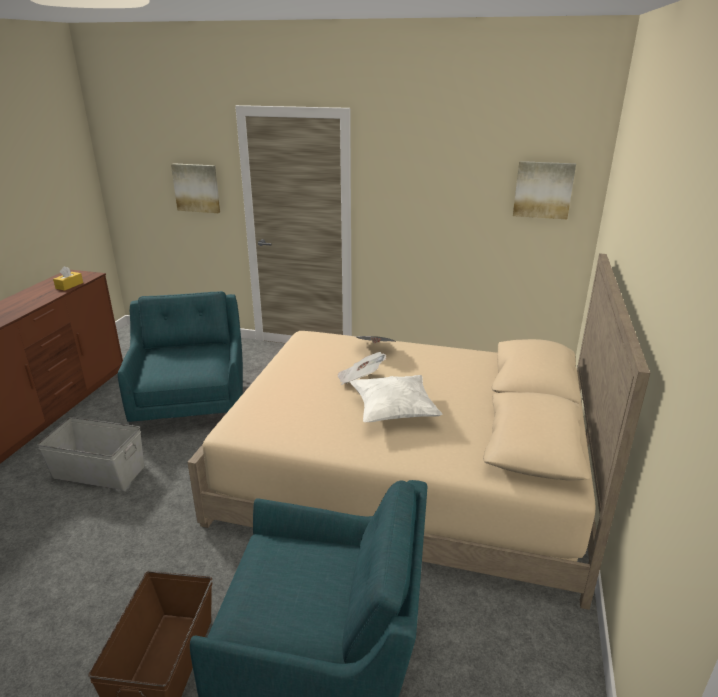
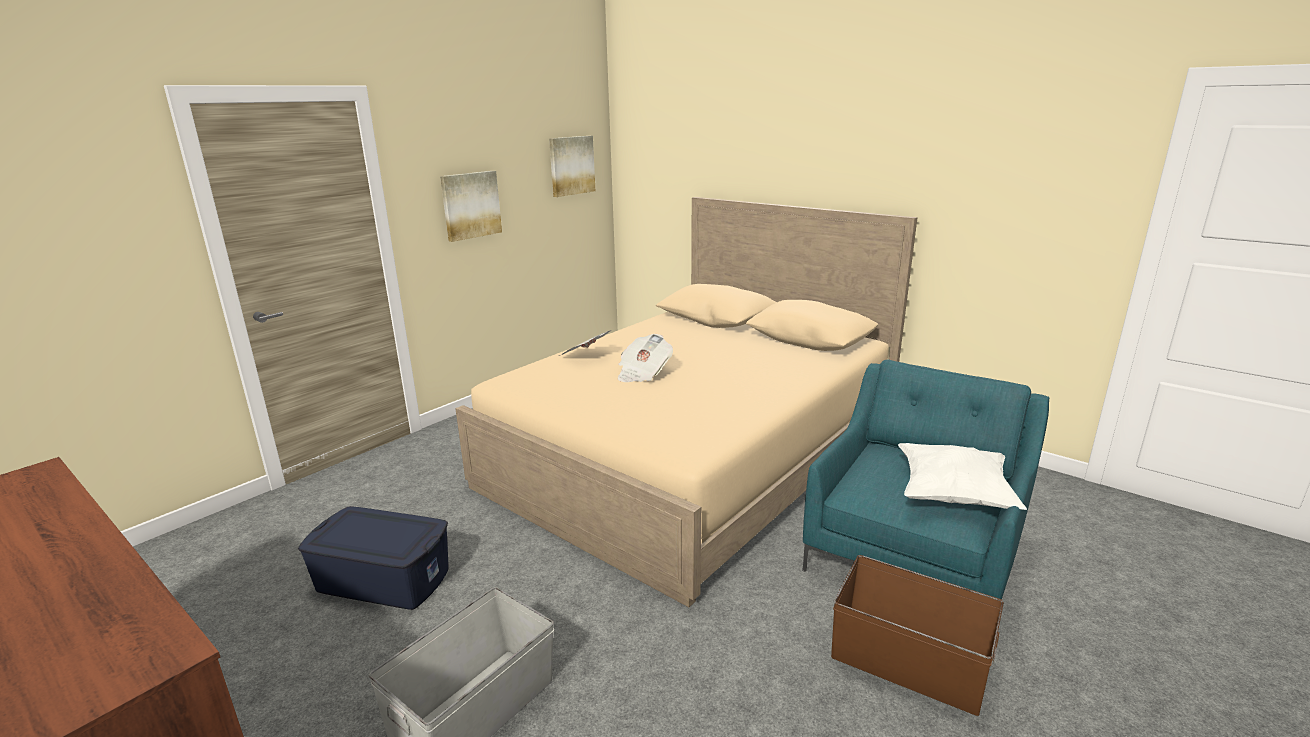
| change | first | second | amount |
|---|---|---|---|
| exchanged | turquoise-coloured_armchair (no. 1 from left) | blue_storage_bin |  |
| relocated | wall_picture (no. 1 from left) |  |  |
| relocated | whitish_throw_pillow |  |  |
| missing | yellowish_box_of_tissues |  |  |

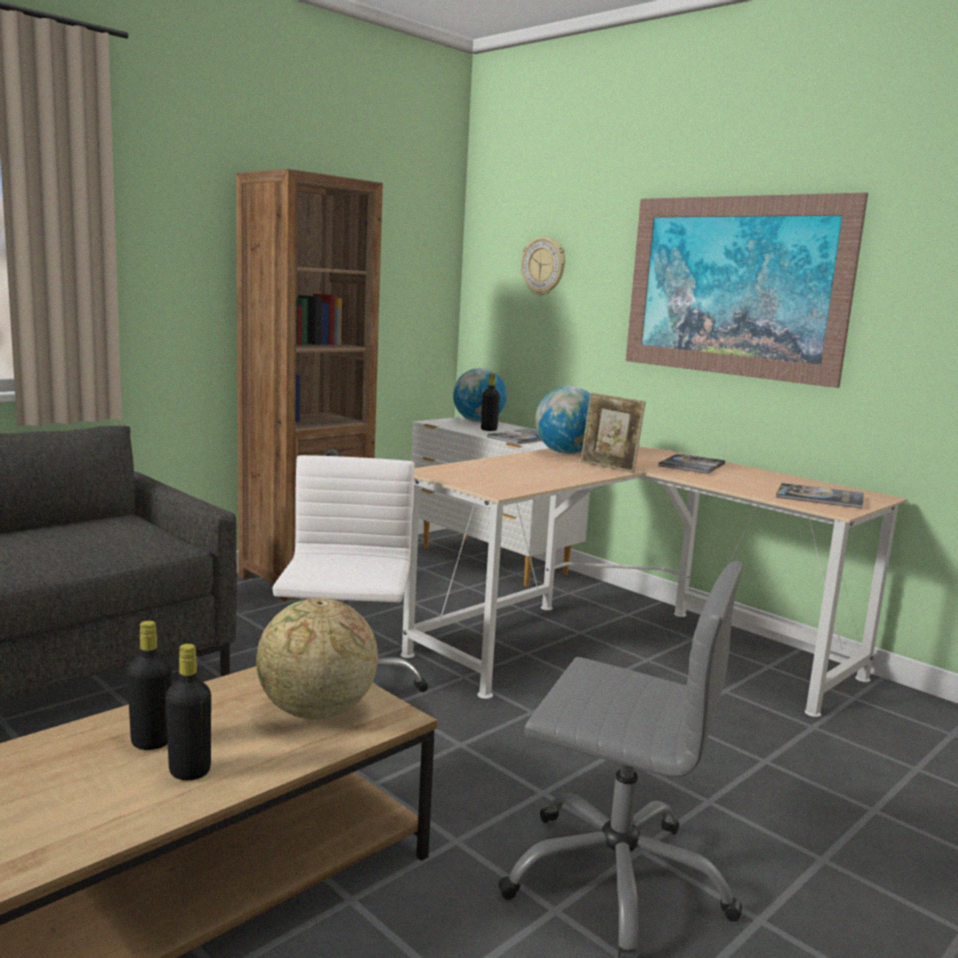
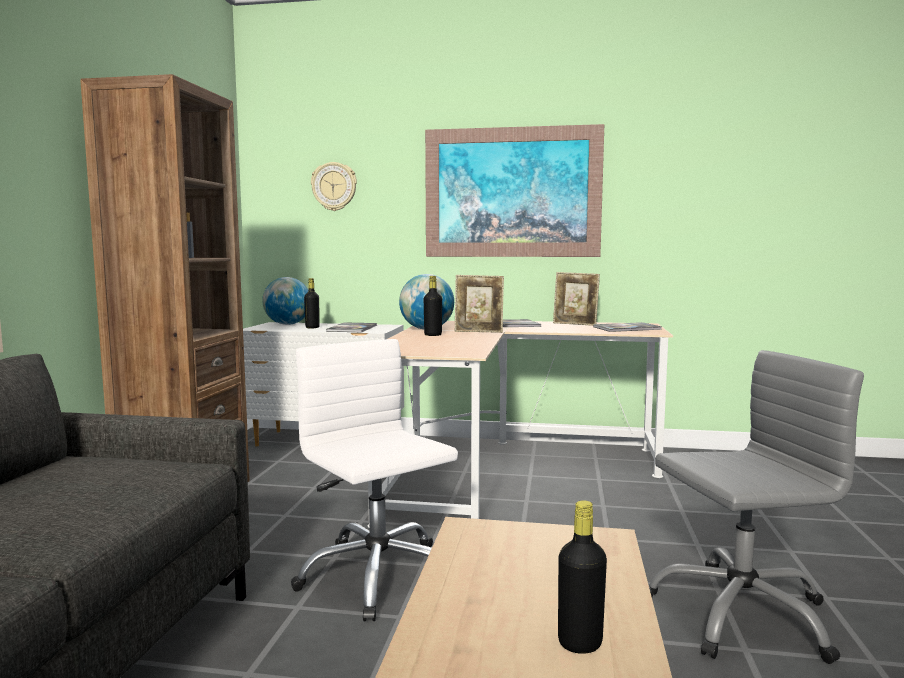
| change | first | second | amount |
|---|---|---|---|
| relocated | black-coloured_drink_bottle (no. 1 from left in the first image) | black-coloured_drink_bottle (no. 2 from left) |  |
| appeared |  | standing_frame (no. 2 from left) |  |
| missing | desk_globe (no. 1 from left) |  |  |

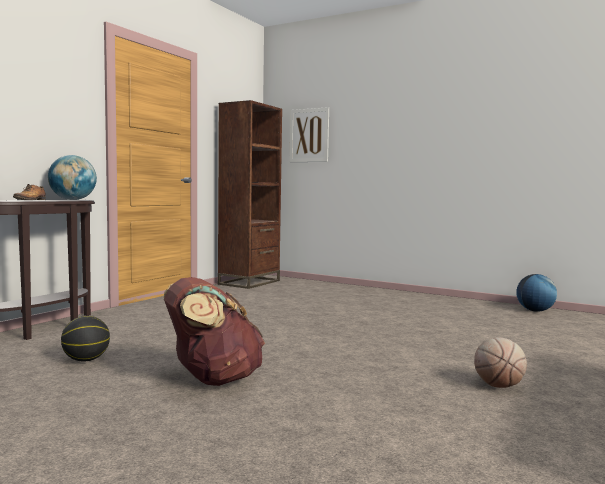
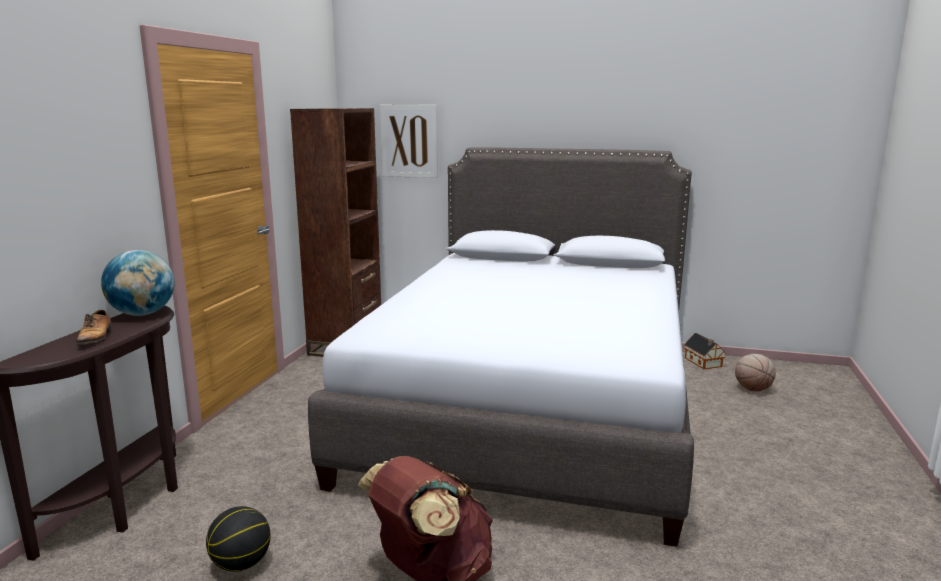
| change | first | second | amount |
|---|---|---|---|
| appeared |  | gray_bed |  |
| exchanged | desk_globe (no. 2 from left) | toy_house |  |
| relocated | ball_for_basketball (no. 2 from left) |  |  |

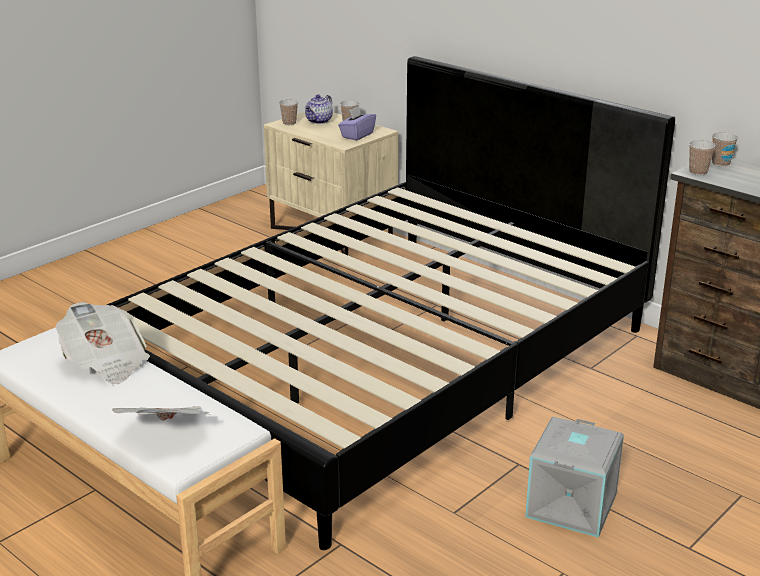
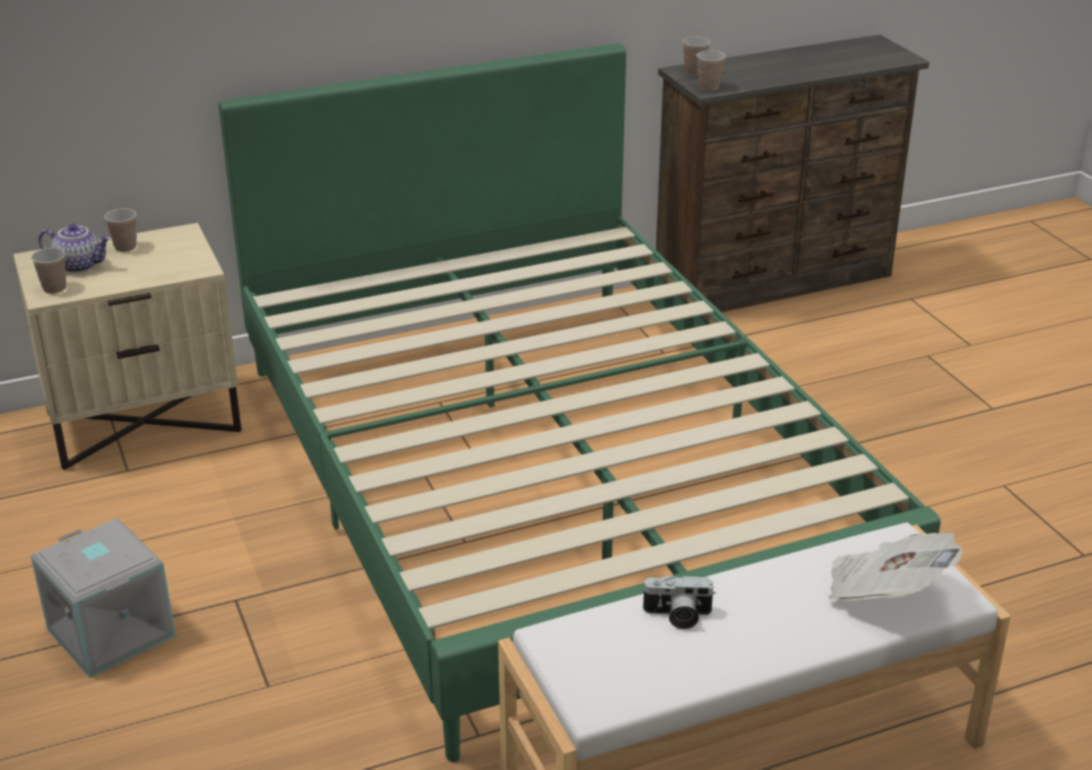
| change | first | second | amount |
|---|---|---|---|
| relocated | gray_storage_bin |  |  |
| spun | teapot |  | 45 degrees counterclockwise |
| colour | black-coloured_bed | greenish_bed |  |
| exchanged | newspaper (no. 1 from left) | photo_camera |  |
| missing | purplish_box_of_tissues |  |  |

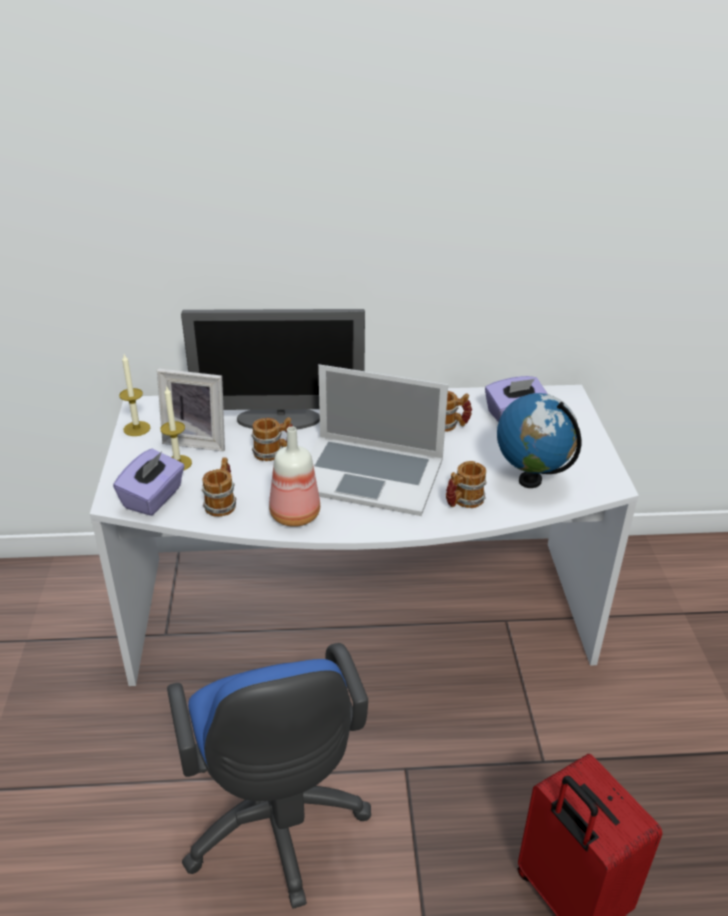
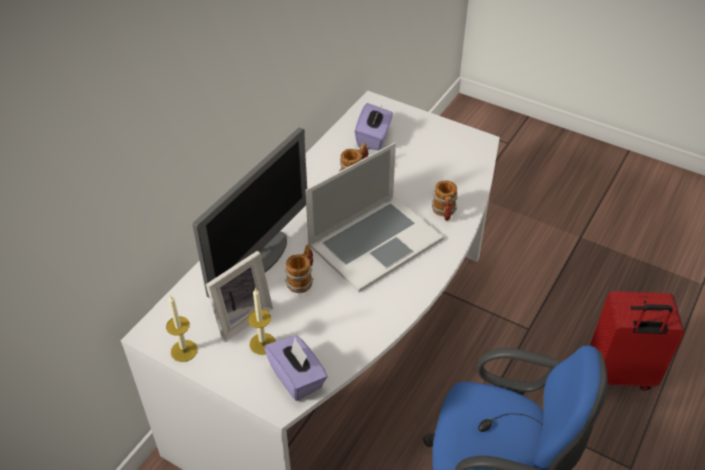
| change | first | second | amount |
|---|---|---|---|
| missing | tea_mug (no. 1 from left) |  |  |
| missing | drink_bottle |  |  |
| missing | desk_globe |  |  |

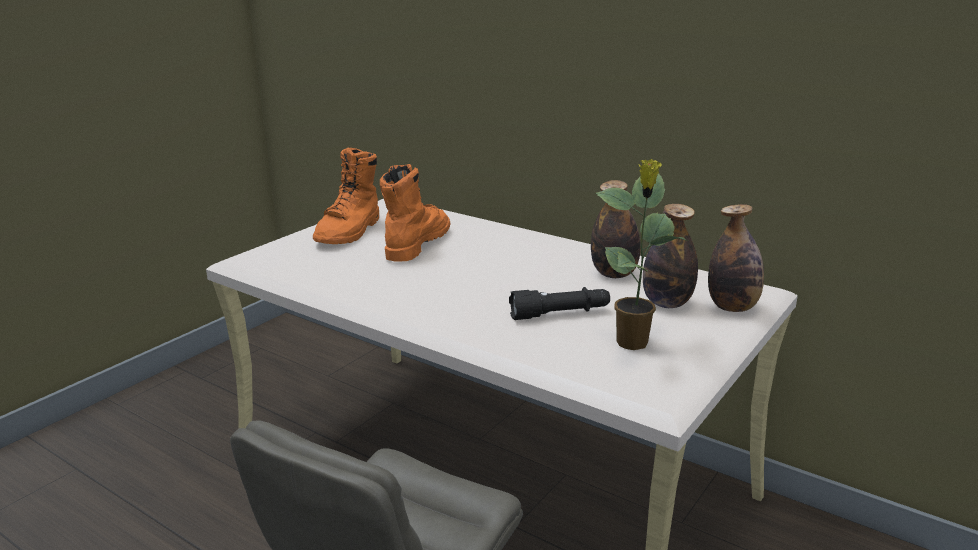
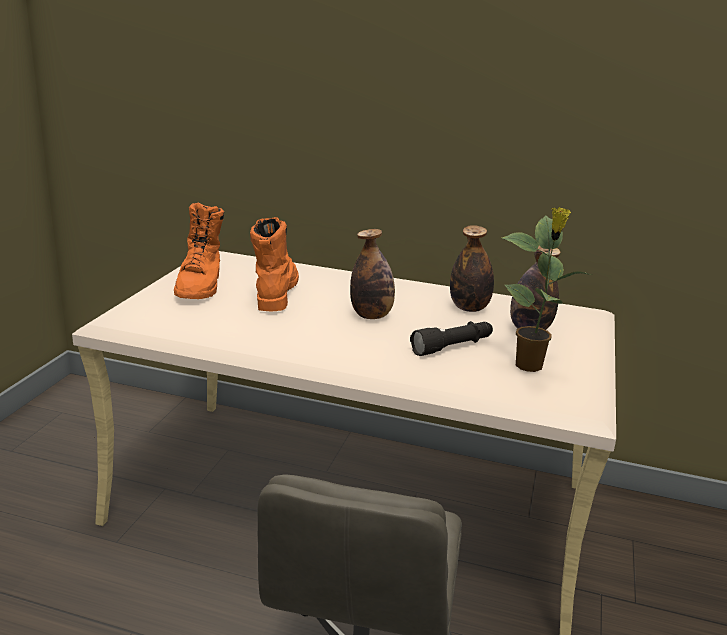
| change | first | second | amount |
|---|---|---|---|
| relocated | drink_bottle (no. 3 from left in the first image) | drink_bottle (no. 1 from left) |  |

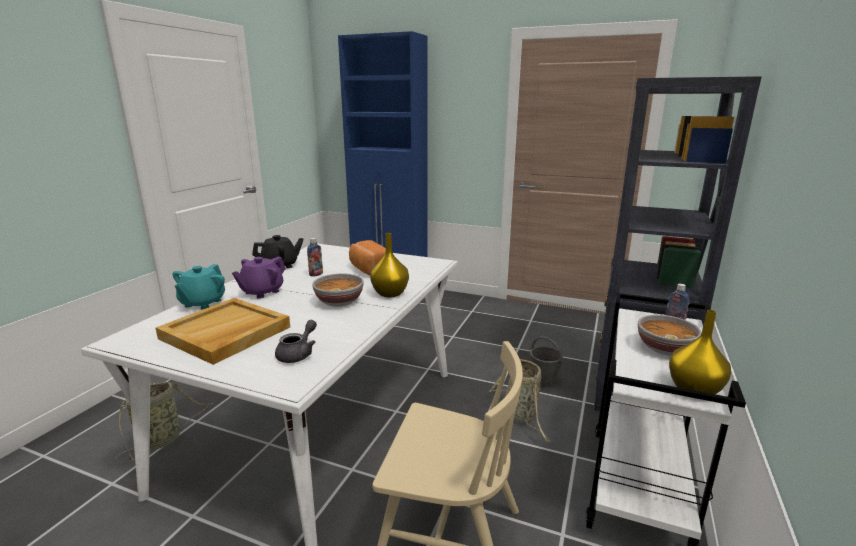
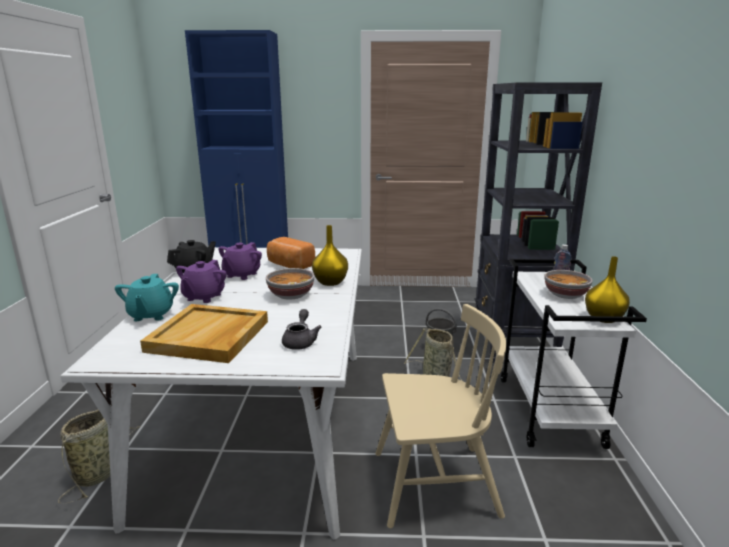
| change | first | second | amount |
|---|---|---|---|
| exchanged | drink_bottle (no. 1 from left) | purplish_teapot (no. 2 from left) |  |

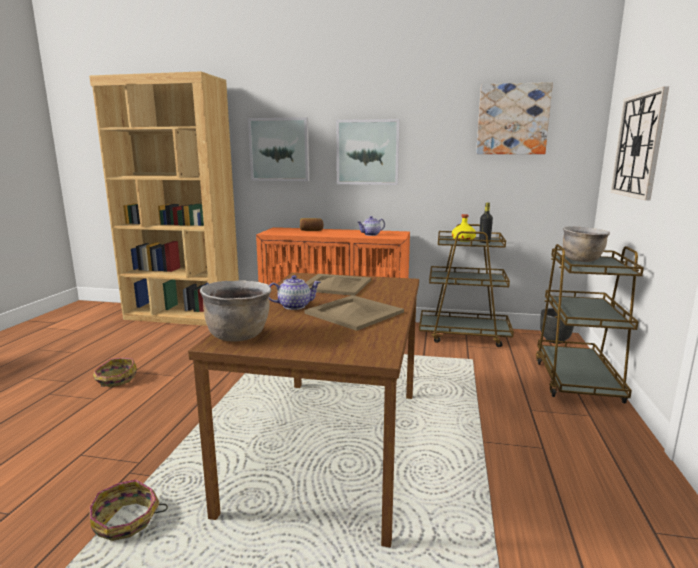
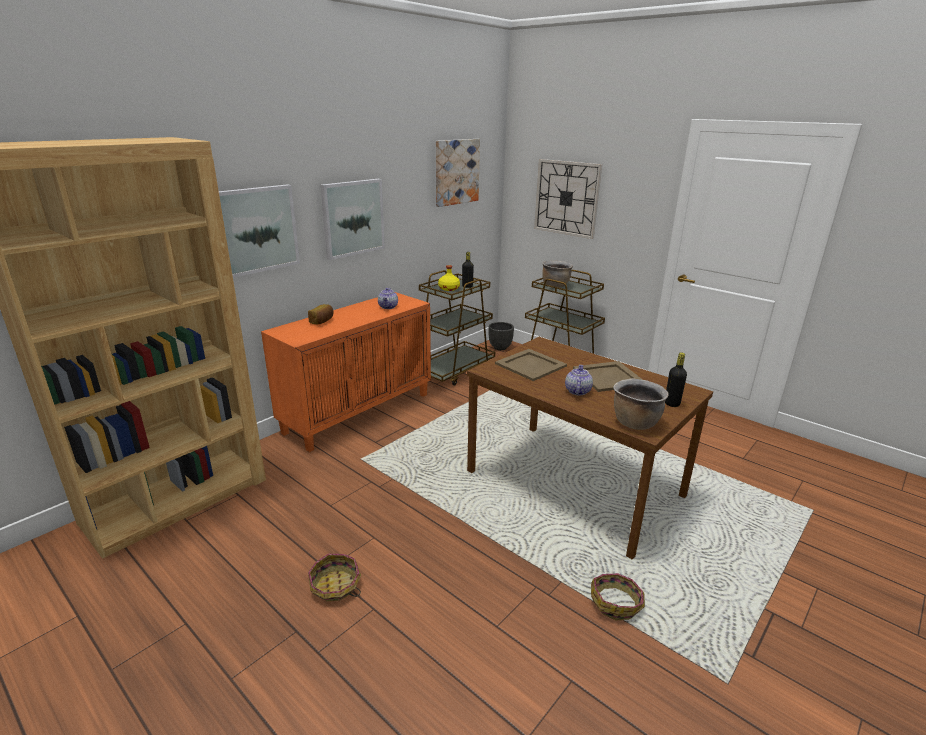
| change | first | second | amount |
|---|---|---|---|
| appeared |  | black-coloured_drink_bottle (no. 2 from left) |  |

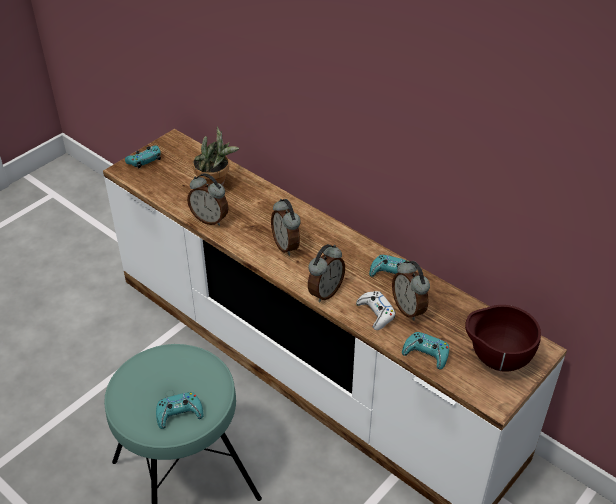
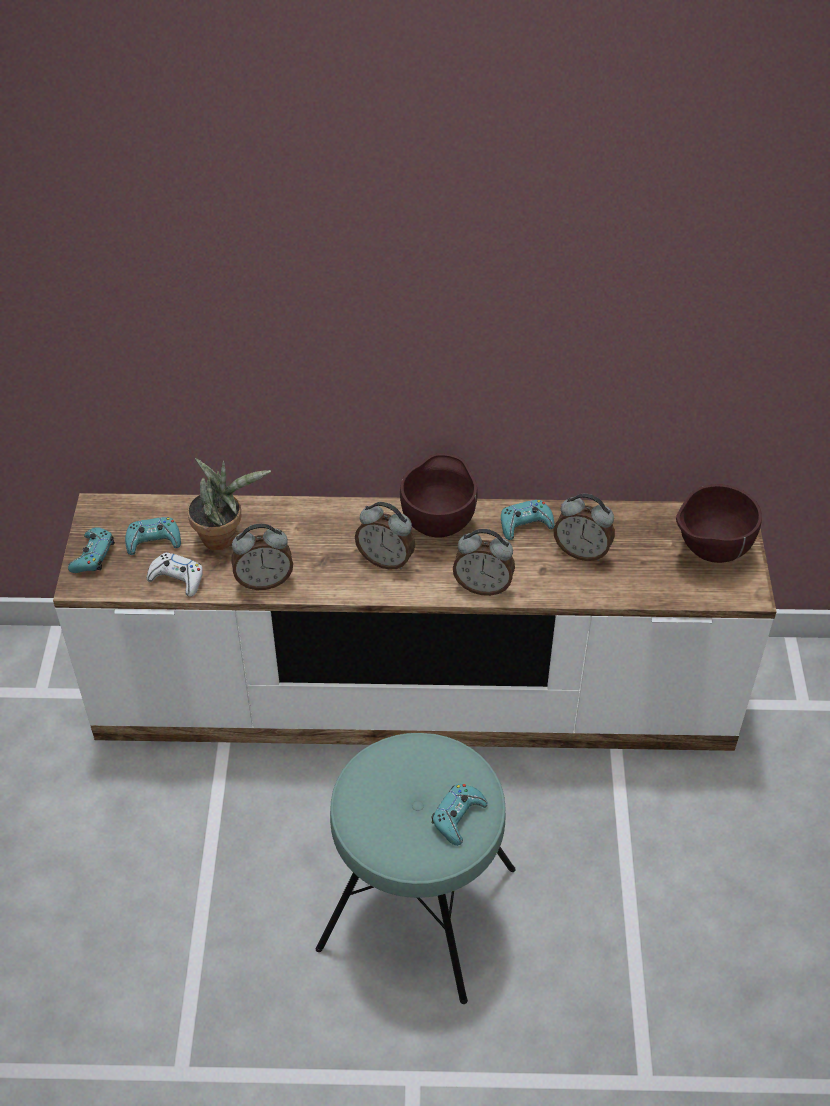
| change | first | second | amount |
|---|---|---|---|
| relocated | turquoise-coloured_game_controller (no. 4 from left in the first image) | turquoise-coloured_game_controller (no. 2 from left) |  |
| relocated | whitish_game_controller |  |  |
| appeared |  | brown-coloured_bowl (no. 1 from left) |  |
| spun | alarm_clock (no. 3 from left) |  | 105 degrees clockwise |

